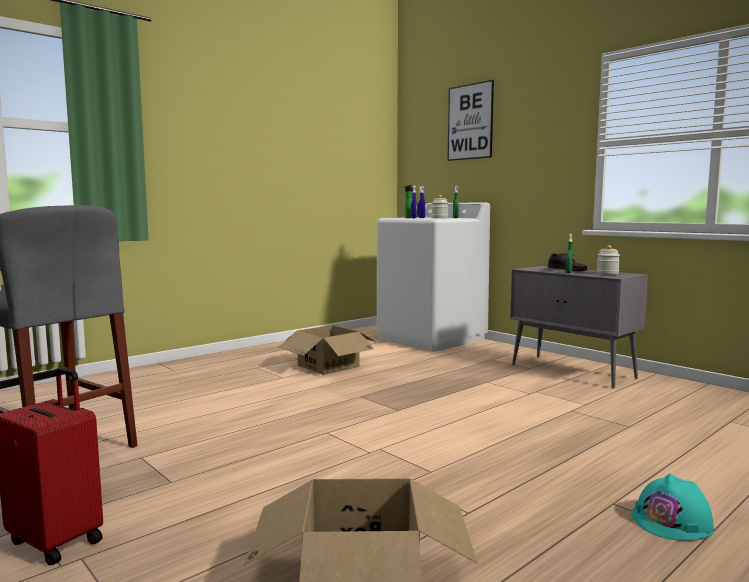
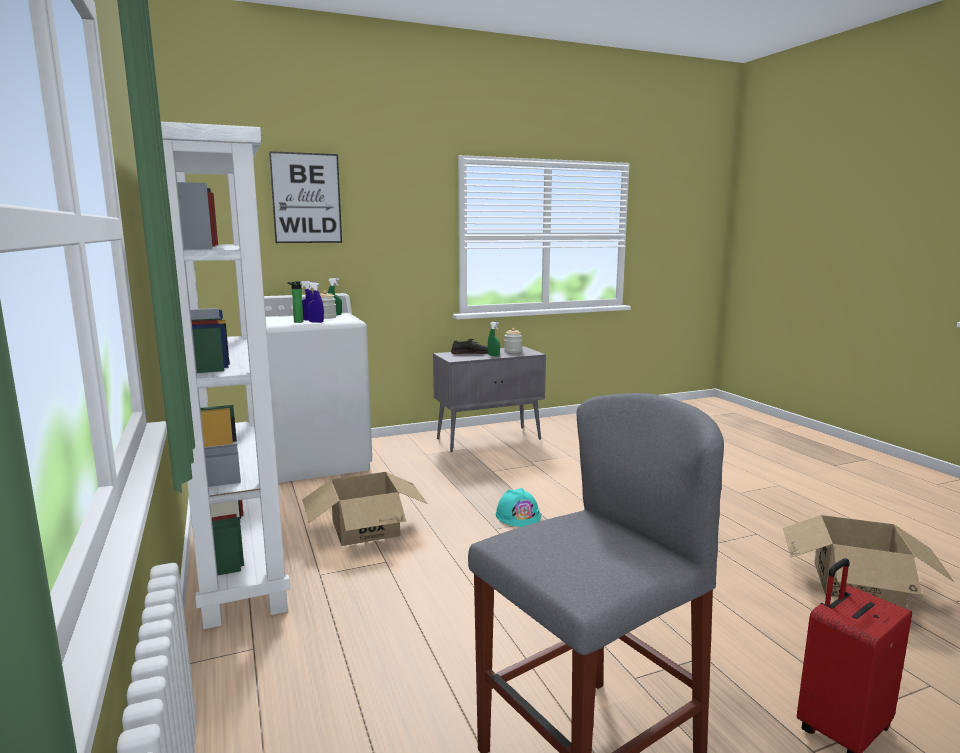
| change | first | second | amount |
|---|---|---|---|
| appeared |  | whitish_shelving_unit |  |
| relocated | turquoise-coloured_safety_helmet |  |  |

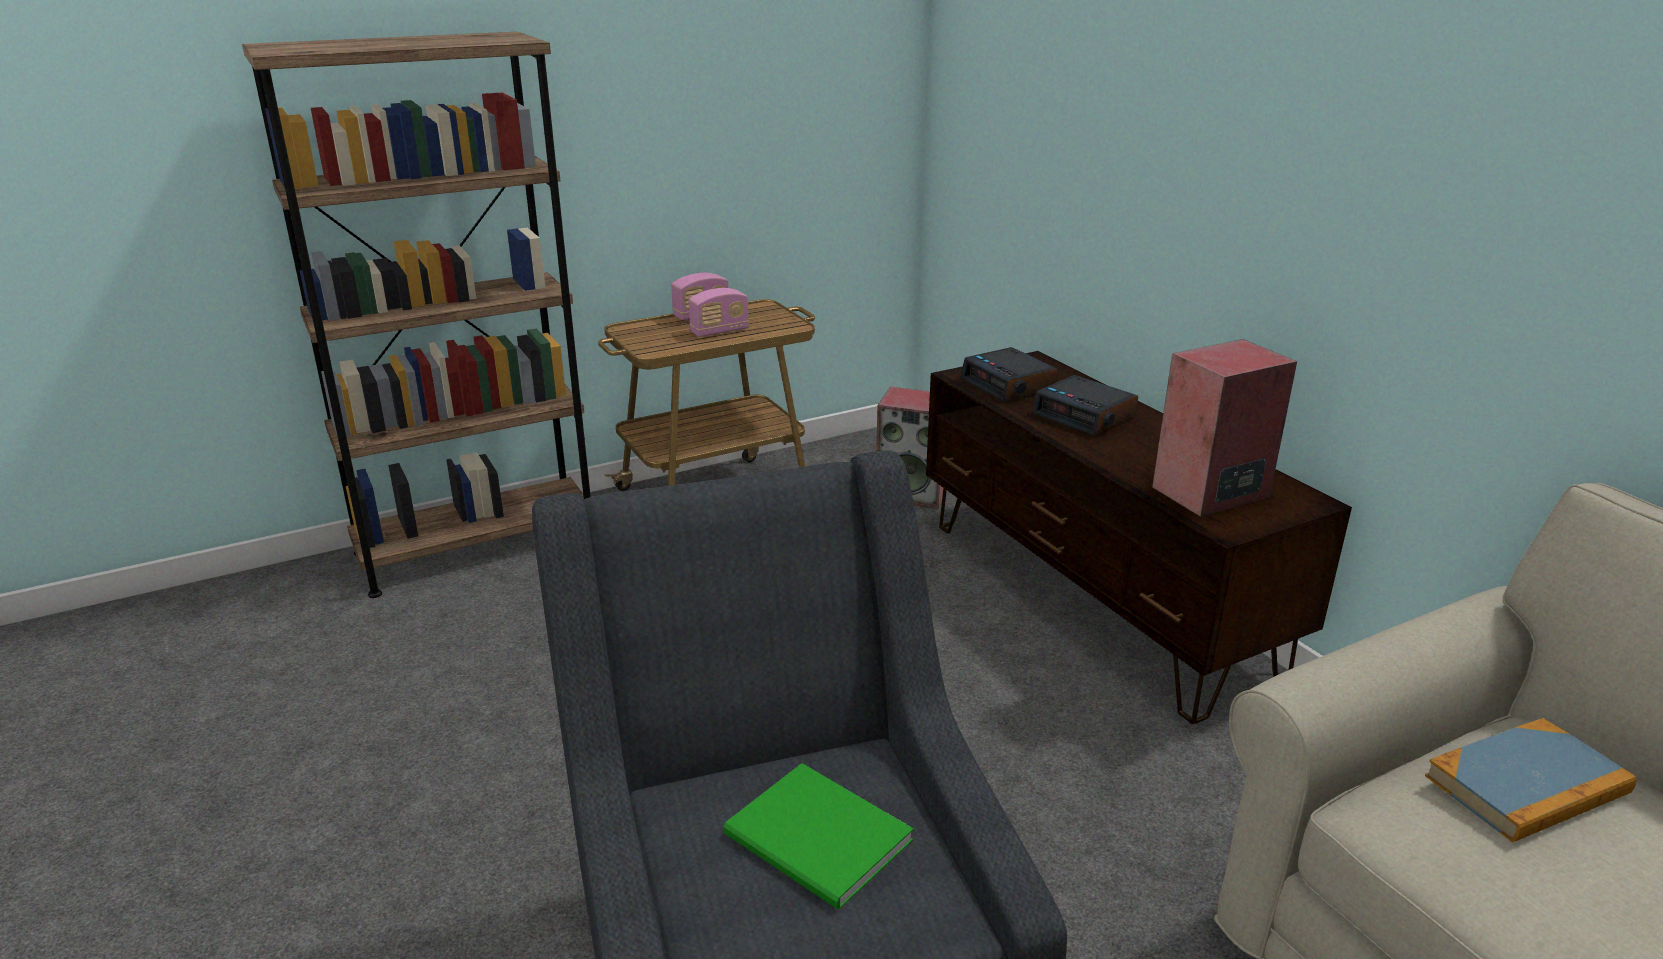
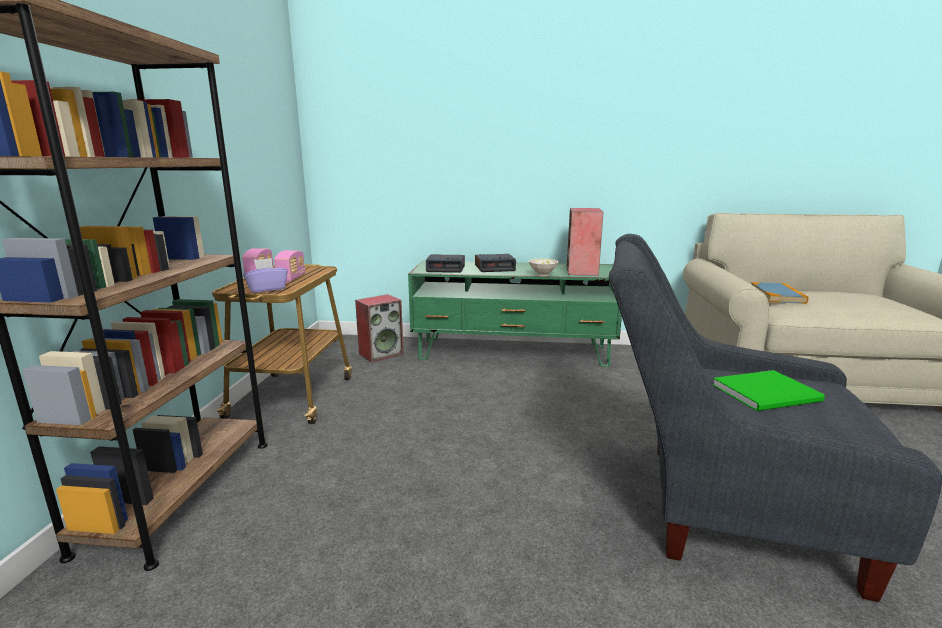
| change | first | second | amount |
|---|---|---|---|
| appeared |  | purplish_box_of_tissues |  |
| colour | brown-coloured_media_console | greenish_media_console |  |
| appeared |  | whitish_bowl |  |

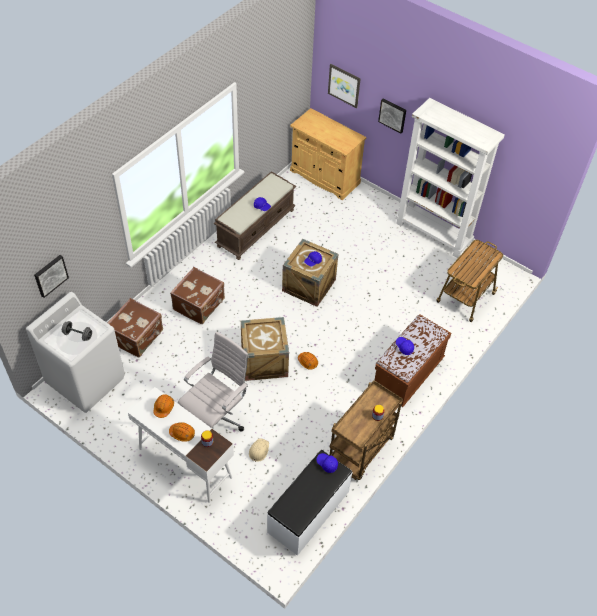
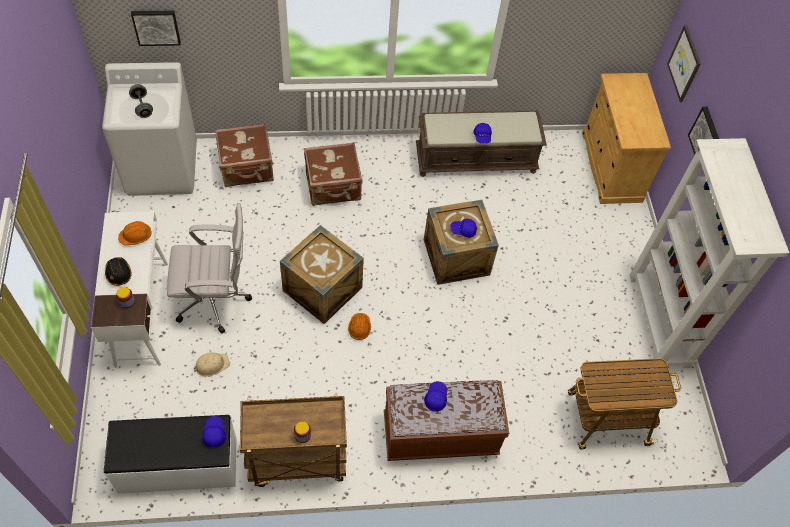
| change | first | second | amount |
|---|---|---|---|
| colour | orange_safety_helmet (no. 2 from left) | black-coloured_safety_helmet |  |

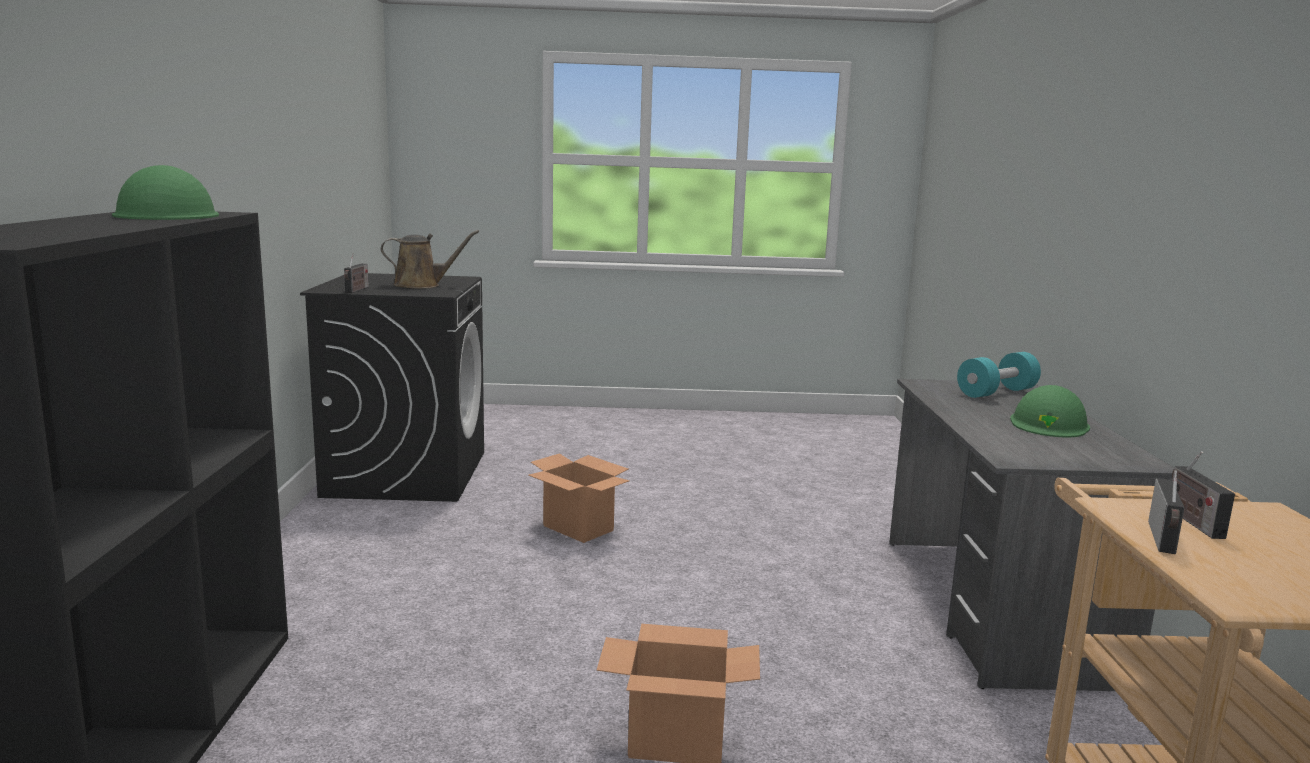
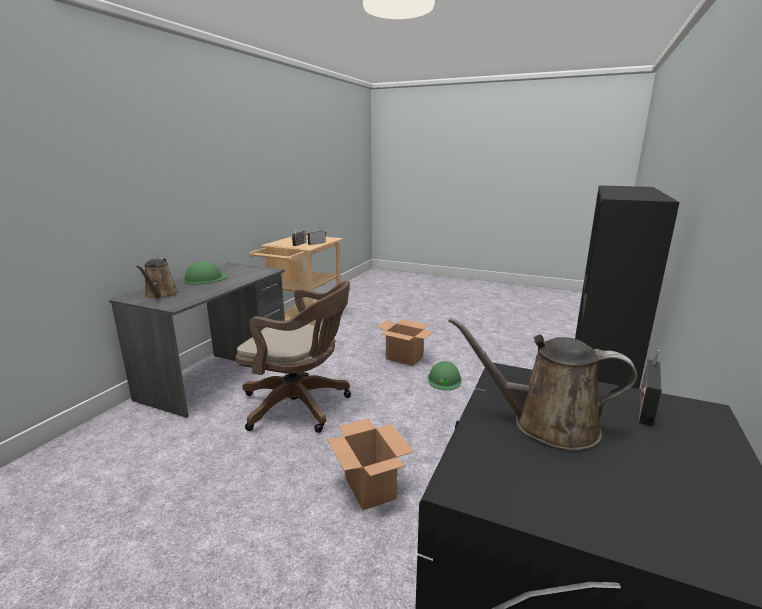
| change | first | second | amount |
|---|---|---|---|
| exchanged | turquoise-coloured_dumbbell | brown-coloured_watering_can (no. 1 from left) |  |
| appeared |  | brown-coloured_computer_chair |  |
| relocated | greenish_safety_helmet (no. 1 from left in the first image) | greenish_safety_helmet (no. 2 from left) |  |

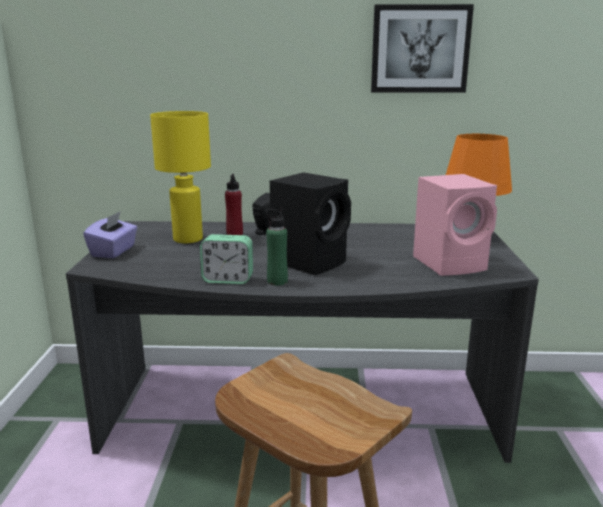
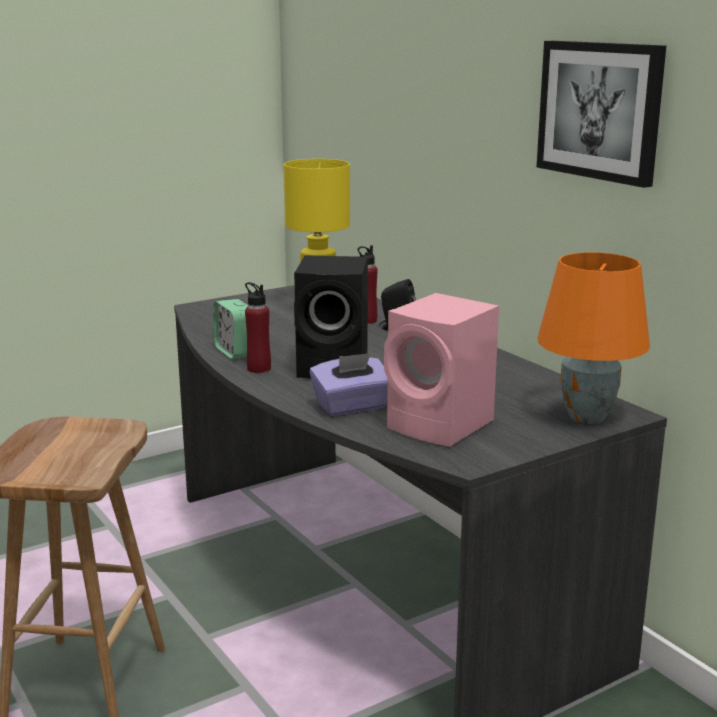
| change | first | second | amount |
|---|---|---|---|
| colour | greenish_drink_bottle | red_drink_bottle (no. 1 from left) |  |
| relocated | purplish_box_of_tissues |  |  |

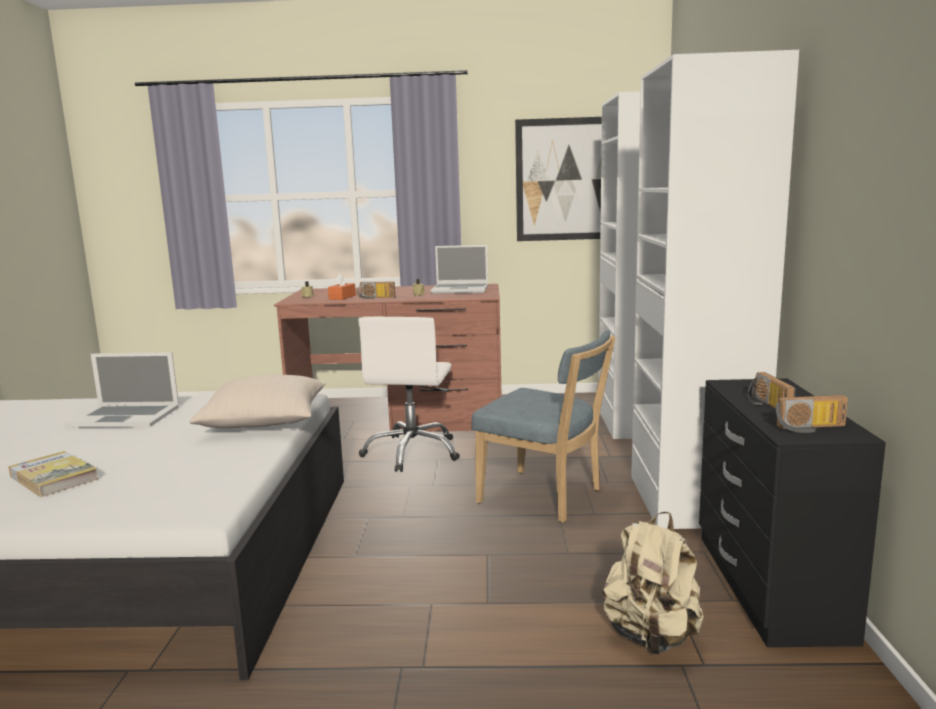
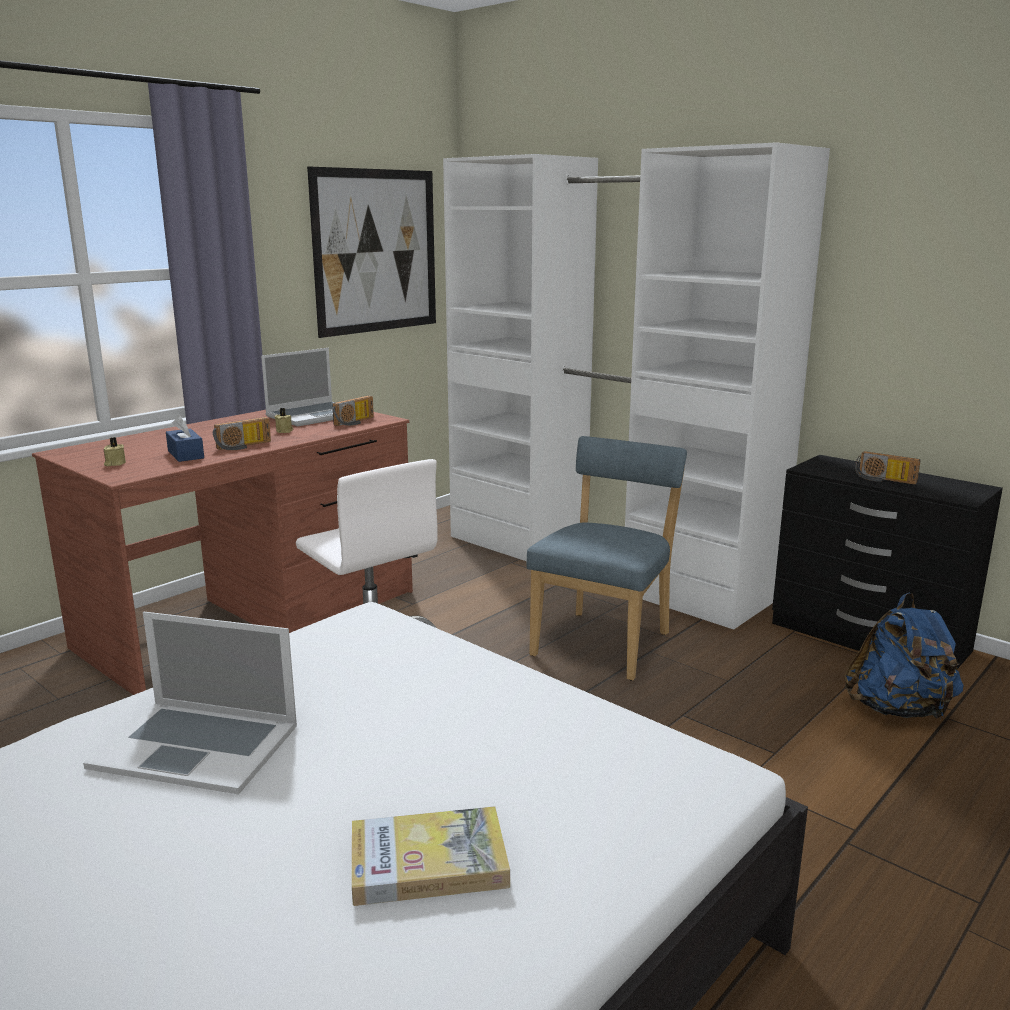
| change | first | second | amount |
|---|---|---|---|
| spun | laptop (no. 1 from left) |  | 60 degrees clockwise |
| colour | orange_box_of_tissues | blue_box_of_tissues |  |
| relocated | radio_set (no. 3 from left in the first image) | radio_set (no. 2 from left) |  |
| spun | blue_plain_chair |  | 45 degrees counterclockwise |
| colour | sand-coloured_rucksack | blue_rucksack |  |
| missing | sand-coloured_throw_pillow |  |  |

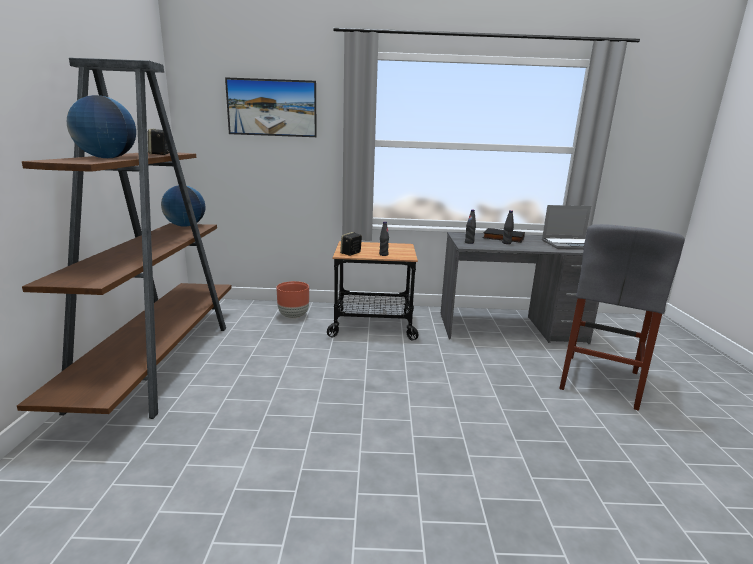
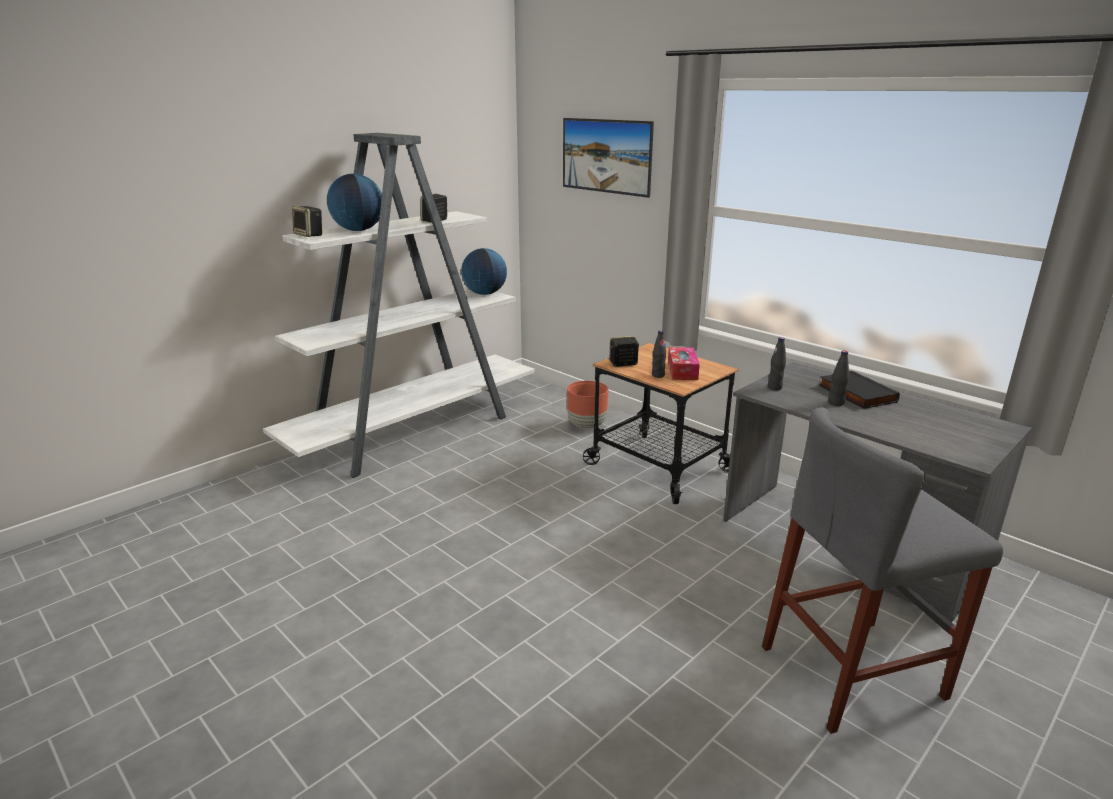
| change | first | second | amount |
|---|---|---|---|
| colour | brown-coloured_shelving_unit | whitish_shelving_unit |  |
| appeared |  | audio_speaker (no. 1 from left) |  |
| appeared |  | box_of_tissues |  |
| missing | laptop |  |  |

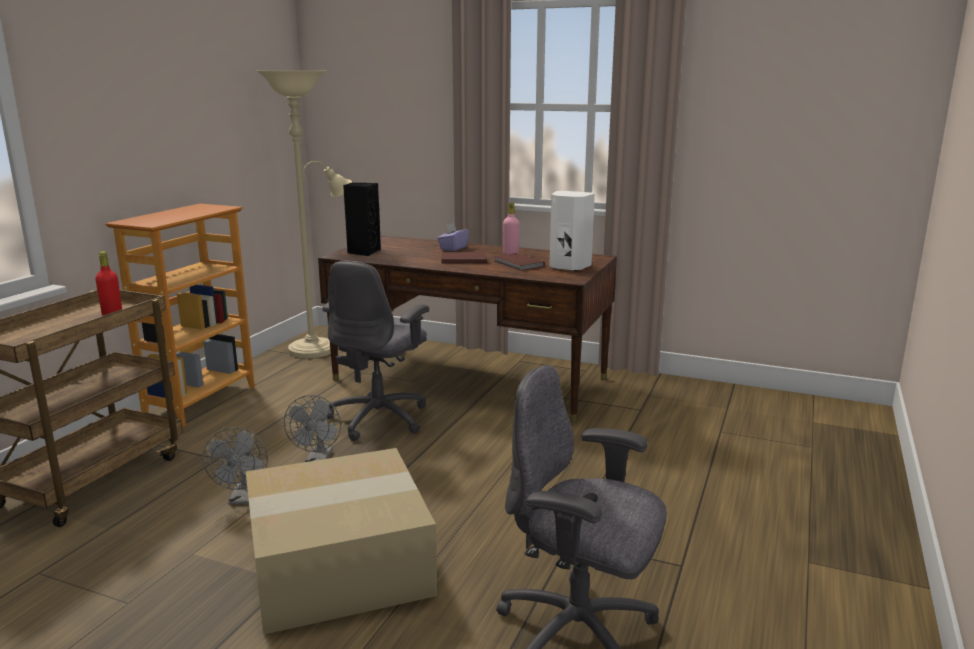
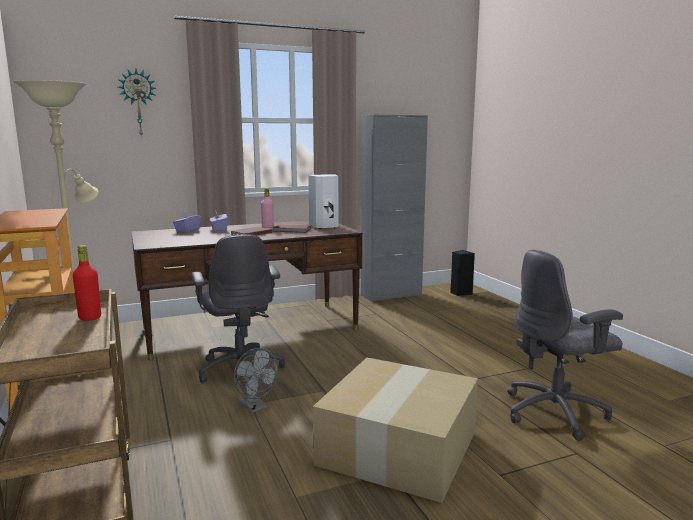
| change | first | second | amount |
|---|---|---|---|
| appeared |  | clock_on_the_wall |  |
| appeared |  | purplish_box_of_tissues (no. 1 from left) |  |
| appeared |  | gray_cupboard |  |
| relocated | black-coloured_audio_speaker |  |  |
| missing | gray_electric_fan (no. 1 from left) |  |  |

